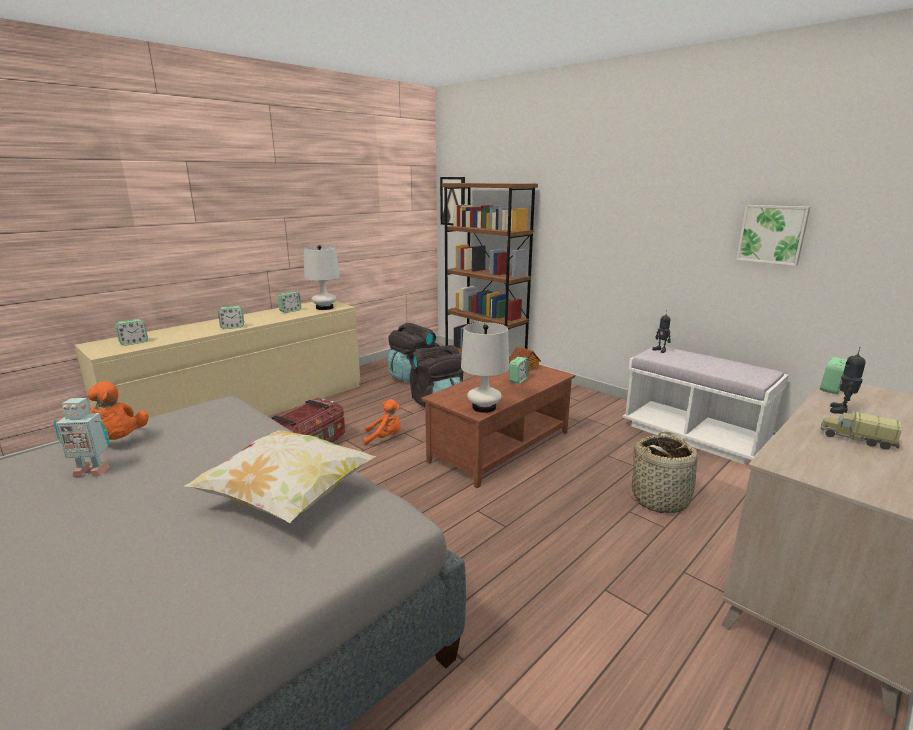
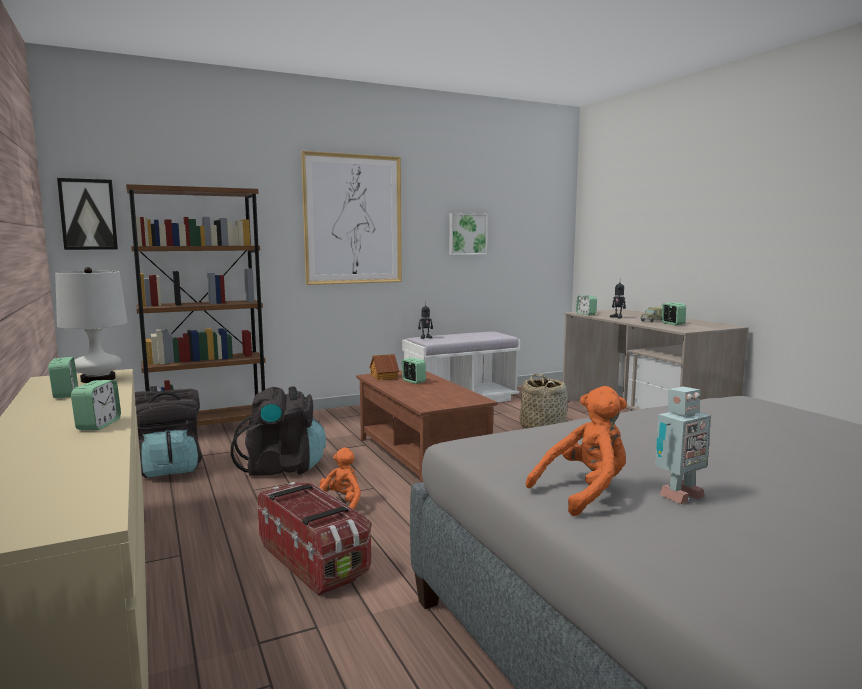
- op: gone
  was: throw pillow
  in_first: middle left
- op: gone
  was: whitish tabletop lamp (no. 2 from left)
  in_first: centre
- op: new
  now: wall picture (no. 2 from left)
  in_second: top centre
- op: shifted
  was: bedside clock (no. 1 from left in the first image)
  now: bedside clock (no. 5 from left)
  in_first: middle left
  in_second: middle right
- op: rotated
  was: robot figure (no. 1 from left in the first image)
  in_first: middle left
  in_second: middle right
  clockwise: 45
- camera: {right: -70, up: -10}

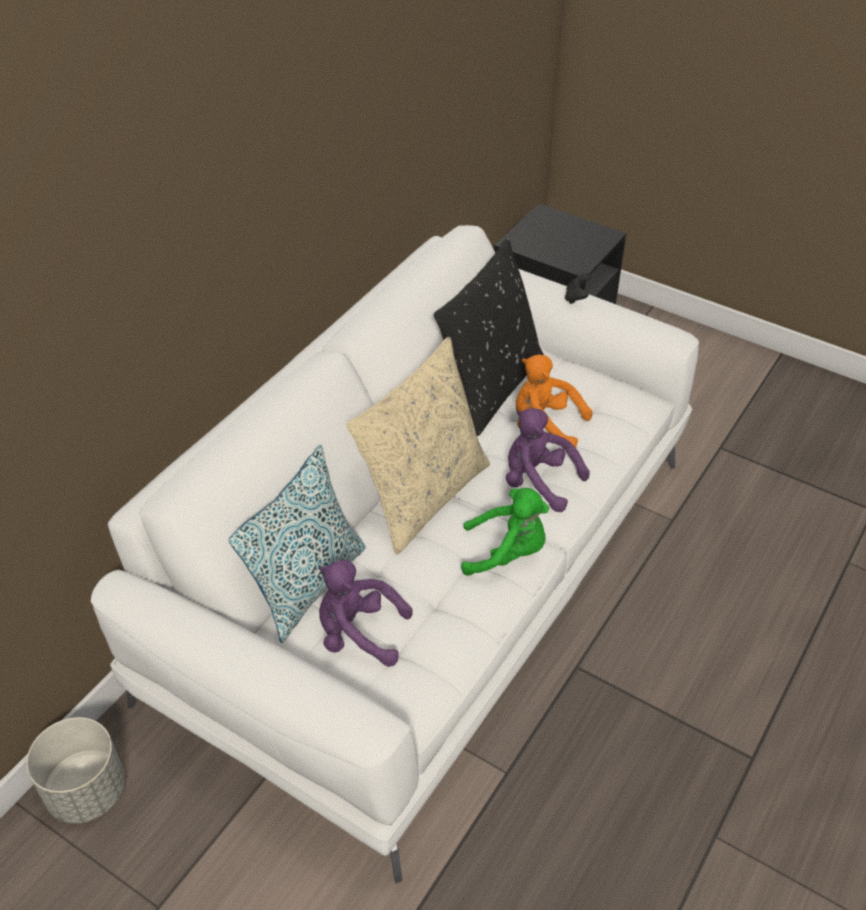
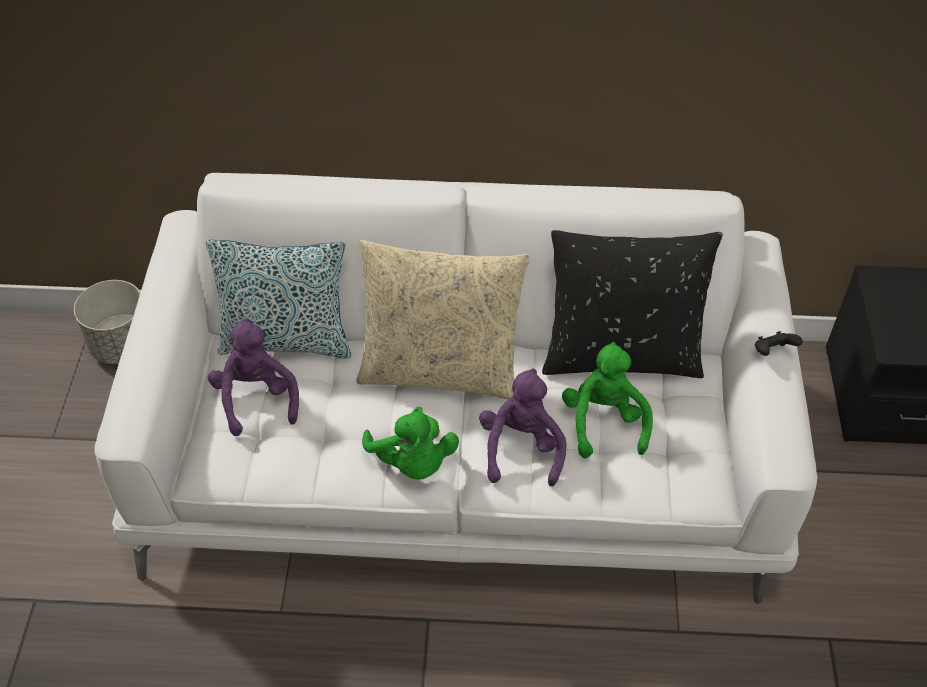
- op: repainted
  was: orange plush toy
  now: green-coloured plush toy (no. 2 from left)
  in_first: centre
  in_second: centre
- camera: {right: 60, up: 5}

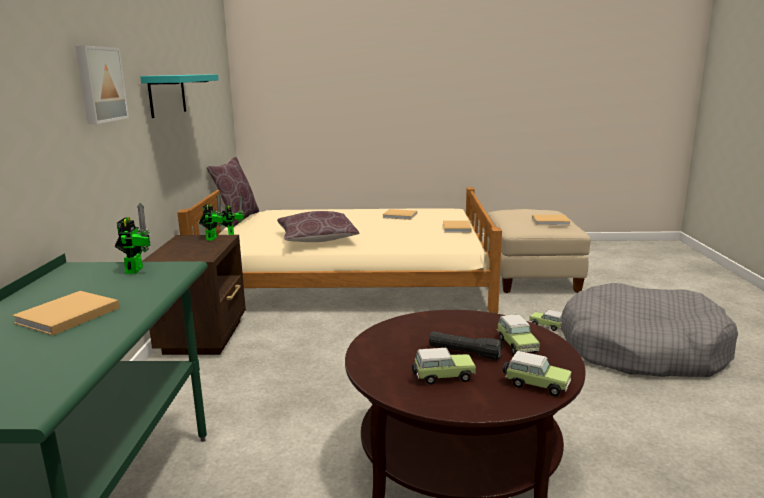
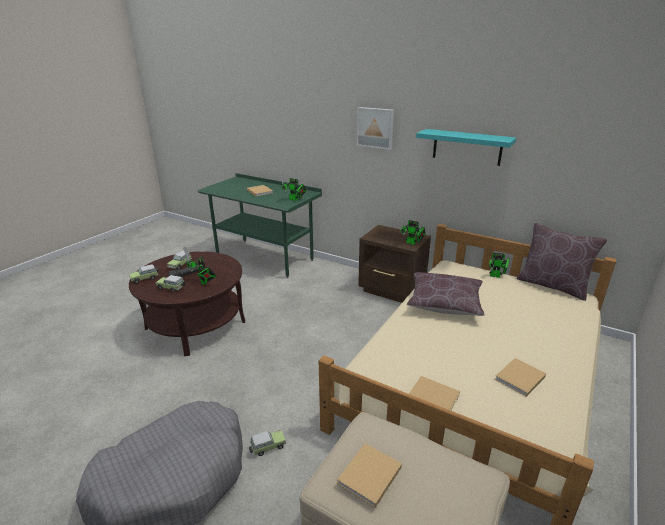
- op: new
  now: robot figure (no. 1 from left)
  in_second: middle left
- camera: {right: 120, up: 10}

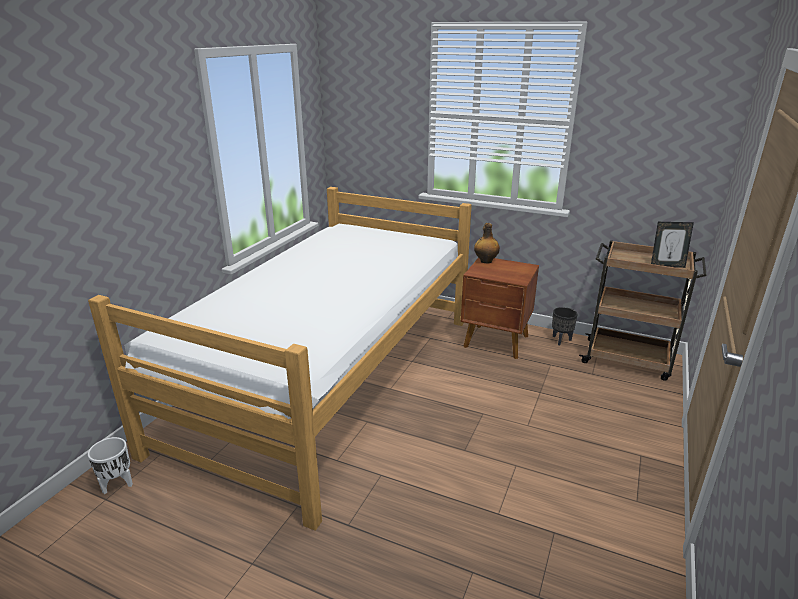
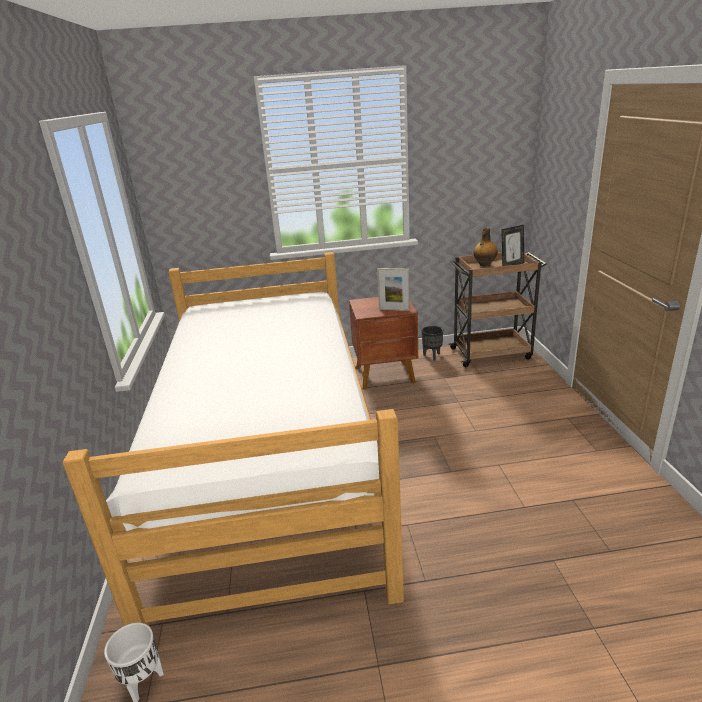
- op: new
  now: picture frame (no. 1 from left)
  in_second: centre
- op: shifted
  was: bottle
  in_first: centre
  in_second: middle right
- camera: {right: -30, up: 0}

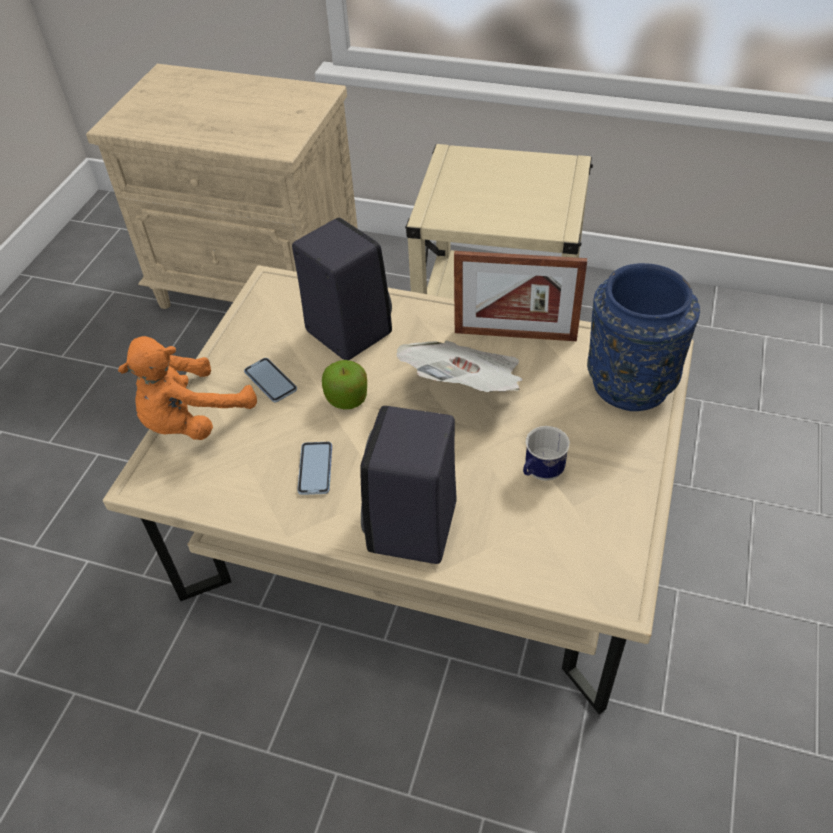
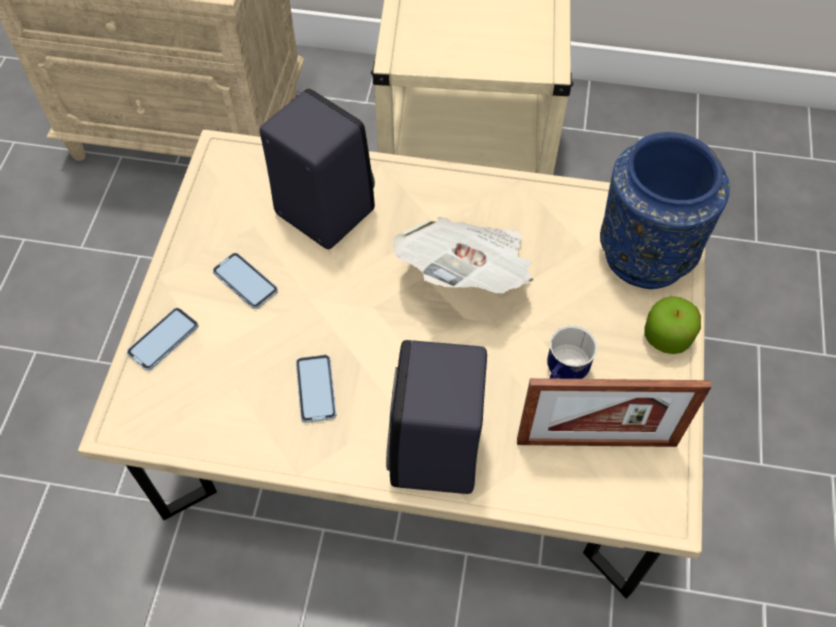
- op: shifted
  was: apple
  in_first: centre
  in_second: middle right
- op: shifted
  was: picture frame
  in_first: centre
  in_second: middle right
- op: swapped
  was: orange plush toy
  now: phone (no. 1 from left)
  in_first: middle left
  in_second: middle left
- camera: {right: -10, up: 10}

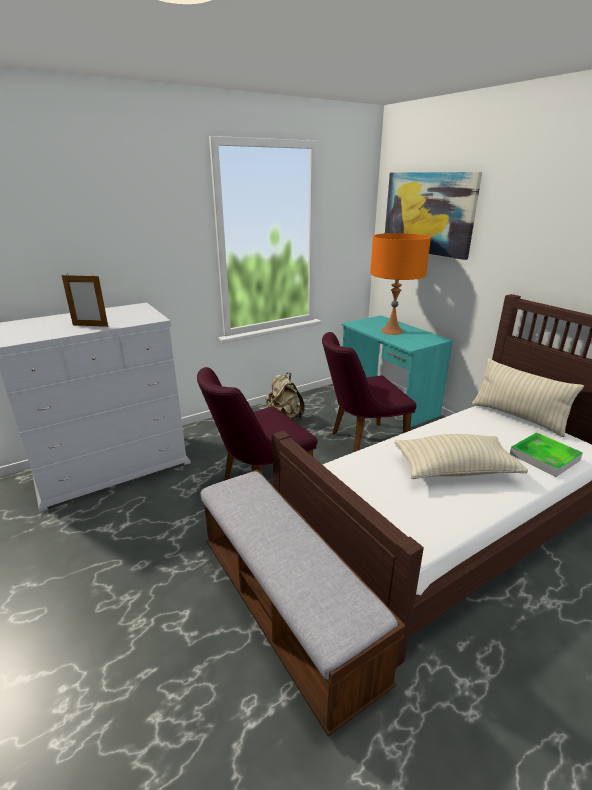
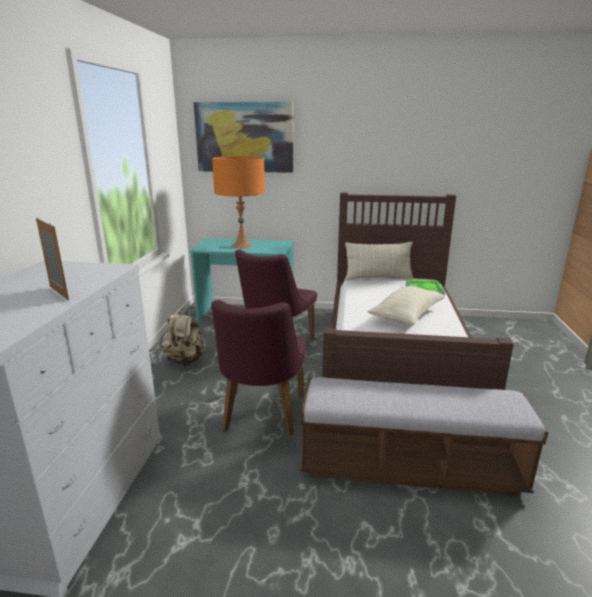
- op: rotated
  was: picture frame
  in_first: middle left
  in_second: middle left
  clockwise: -90
- camera: {right: -50, up: -5}

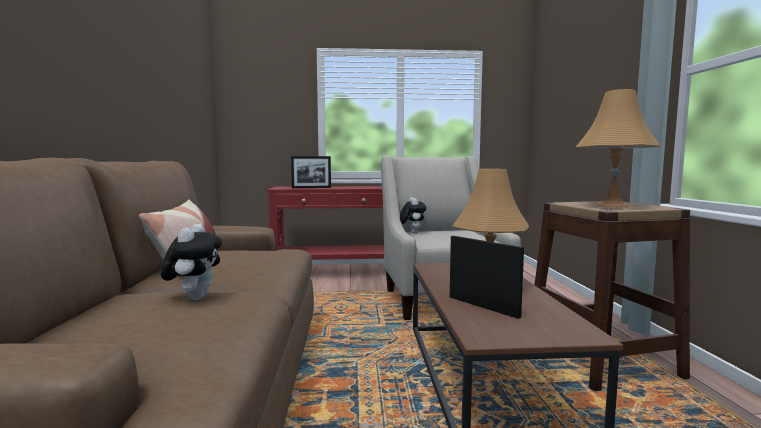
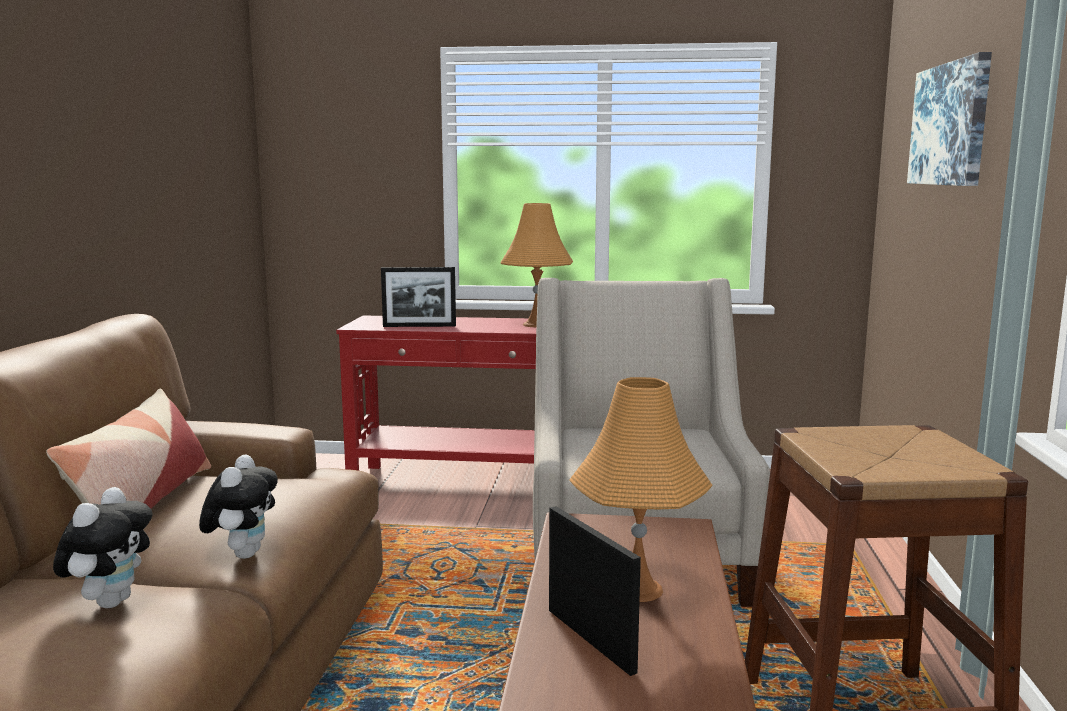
- op: new
  now: wall picture
  in_second: top right
- op: shifted
  was: plush toy (no. 2 from left)
  in_first: centre
  in_second: bottom left
- op: shifted
  was: orange tabletop lamp (no. 2 from left in the first image)
  now: orange tabletop lamp (no. 1 from left)
  in_first: middle right
  in_second: centre
- camera: {right: 10, up: 5}

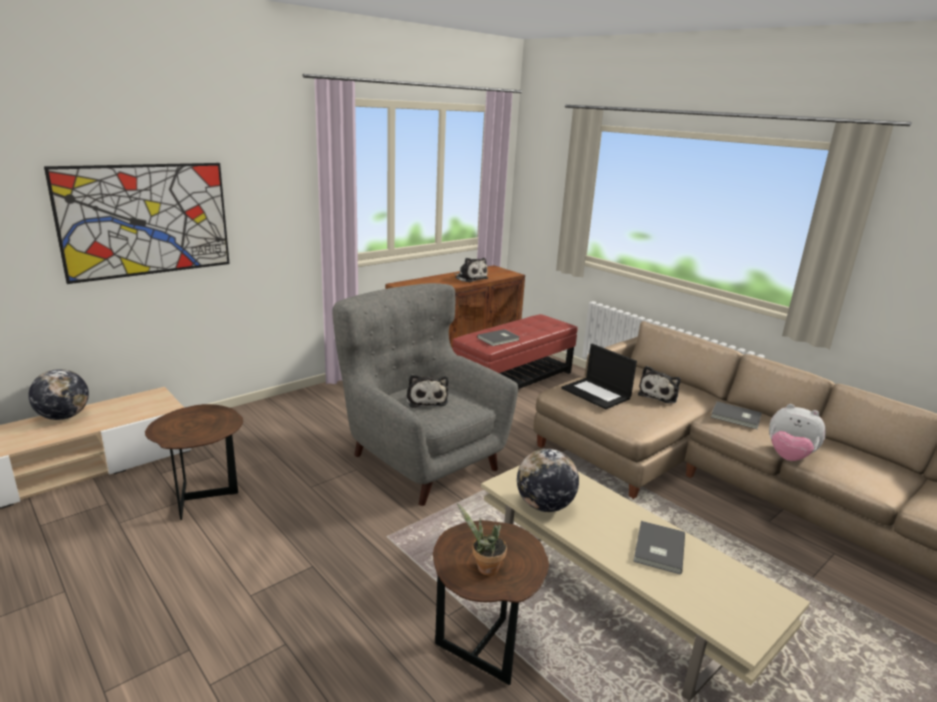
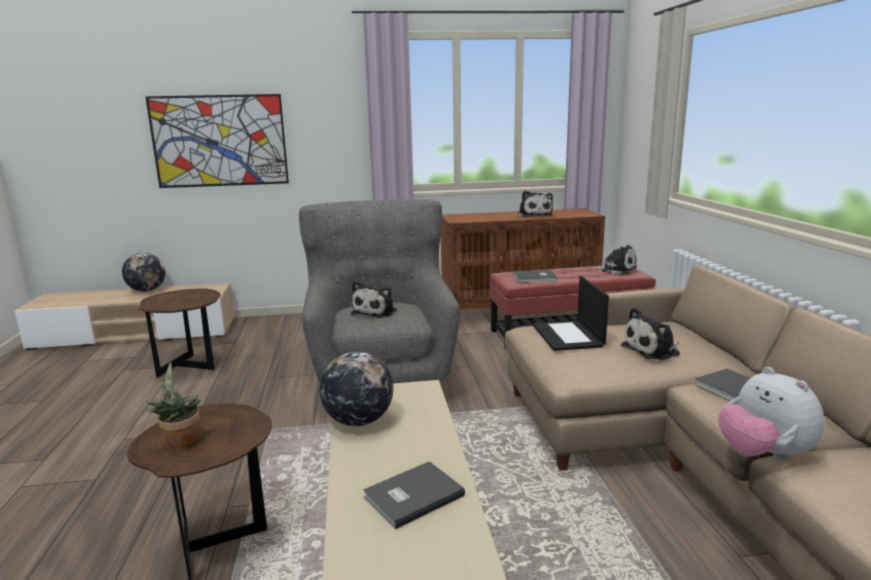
- op: new
  now: plush toy (no. 3 from left)
  in_second: middle right
- camera: {right: 35, up: -5}

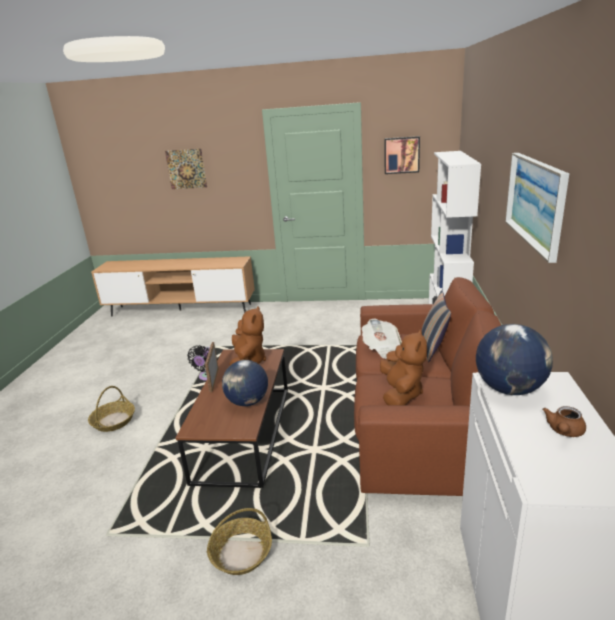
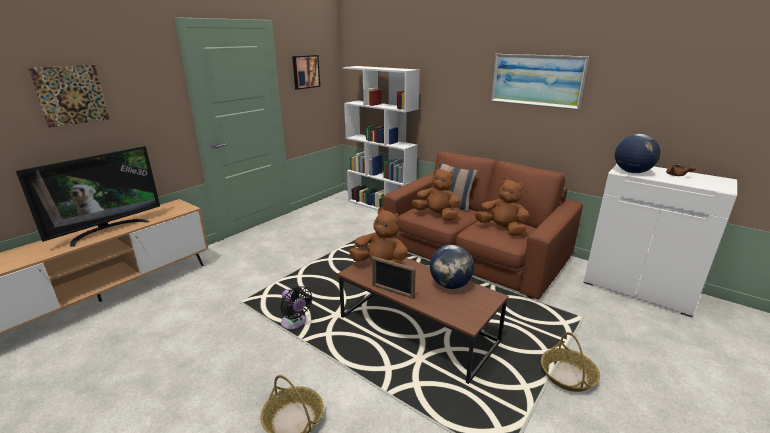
- op: new
  now: TV set
  in_second: middle left
- op: swapped
  was: newspaper
  now: brown plush toy (no. 2 from left)
  in_first: centre
  in_second: centre
- camera: {right: -60, up: 0}

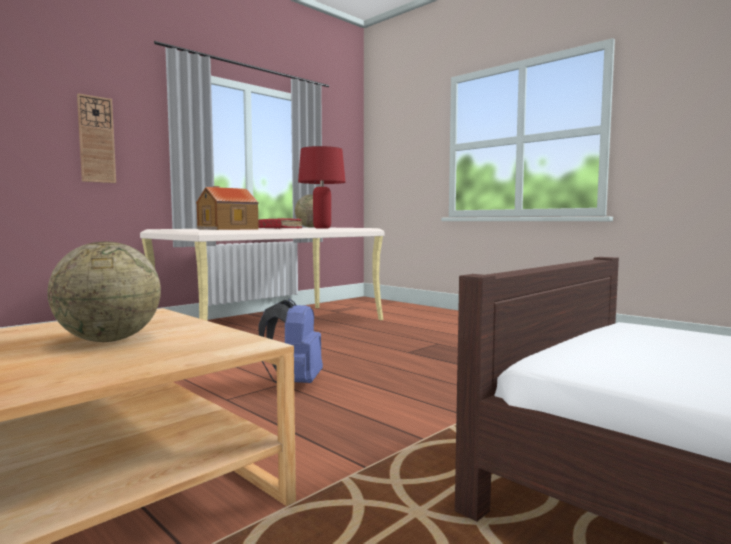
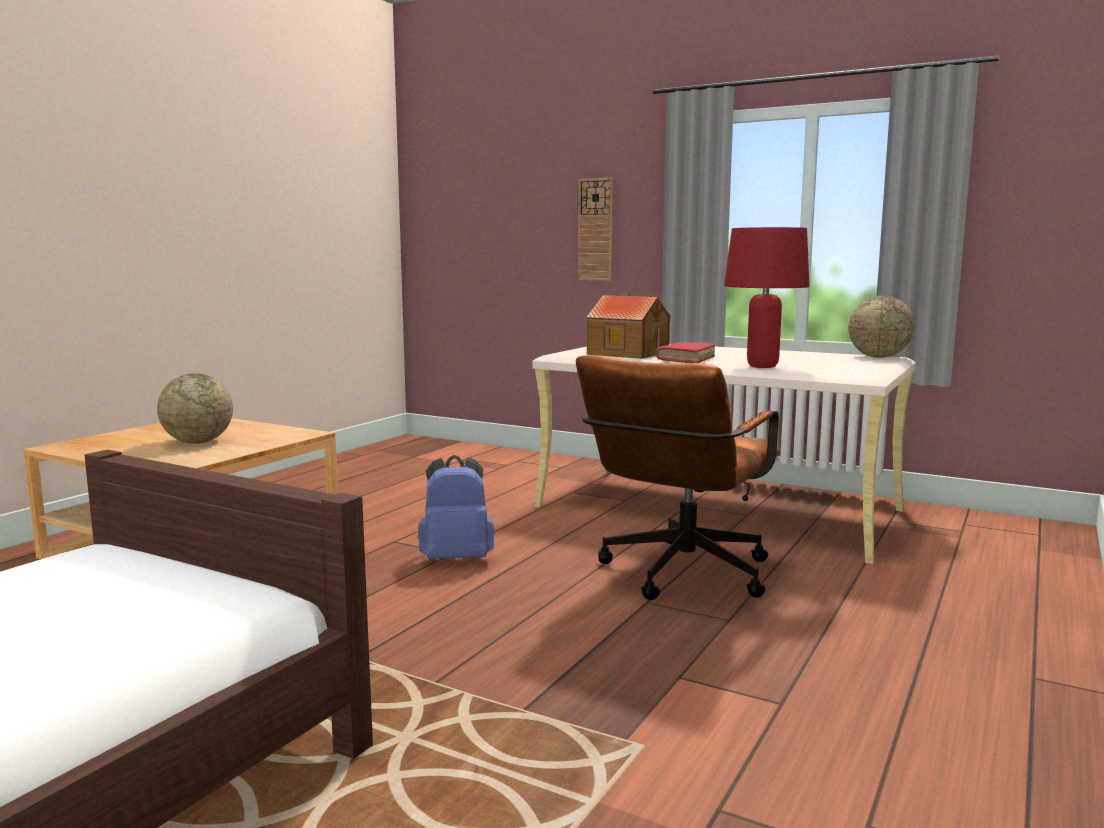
- op: new
  now: brown desk chair
  in_second: centre
- camera: {right: 75, up: 5}

